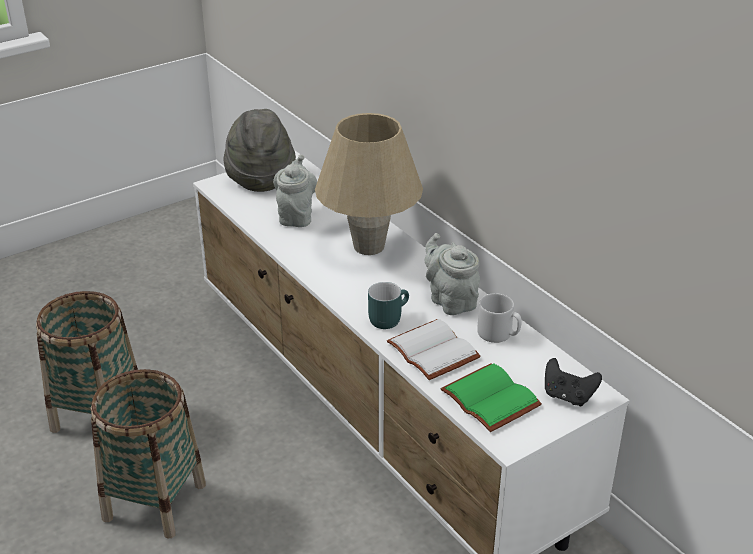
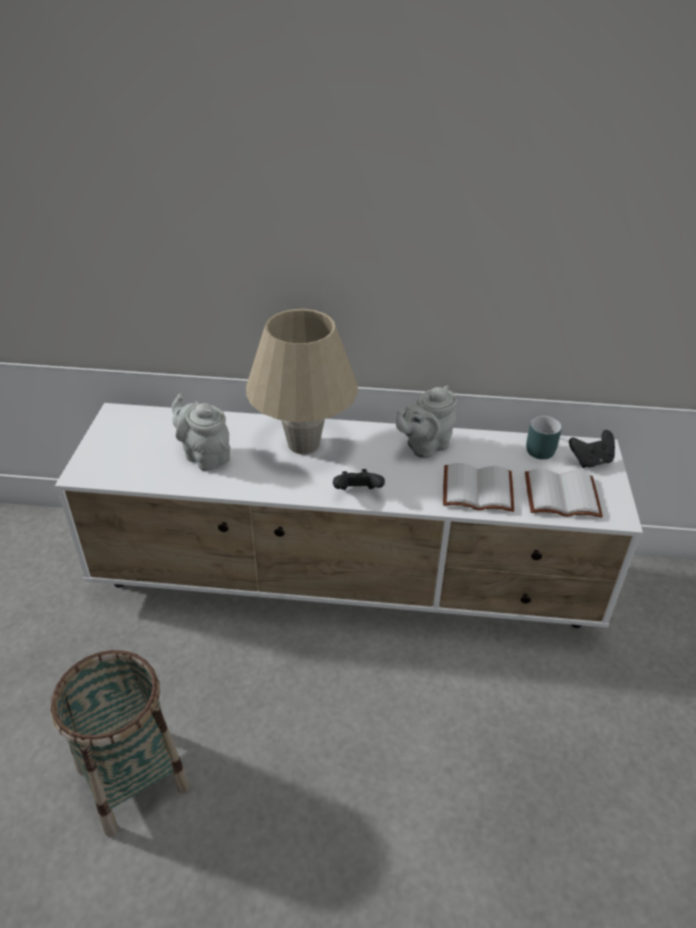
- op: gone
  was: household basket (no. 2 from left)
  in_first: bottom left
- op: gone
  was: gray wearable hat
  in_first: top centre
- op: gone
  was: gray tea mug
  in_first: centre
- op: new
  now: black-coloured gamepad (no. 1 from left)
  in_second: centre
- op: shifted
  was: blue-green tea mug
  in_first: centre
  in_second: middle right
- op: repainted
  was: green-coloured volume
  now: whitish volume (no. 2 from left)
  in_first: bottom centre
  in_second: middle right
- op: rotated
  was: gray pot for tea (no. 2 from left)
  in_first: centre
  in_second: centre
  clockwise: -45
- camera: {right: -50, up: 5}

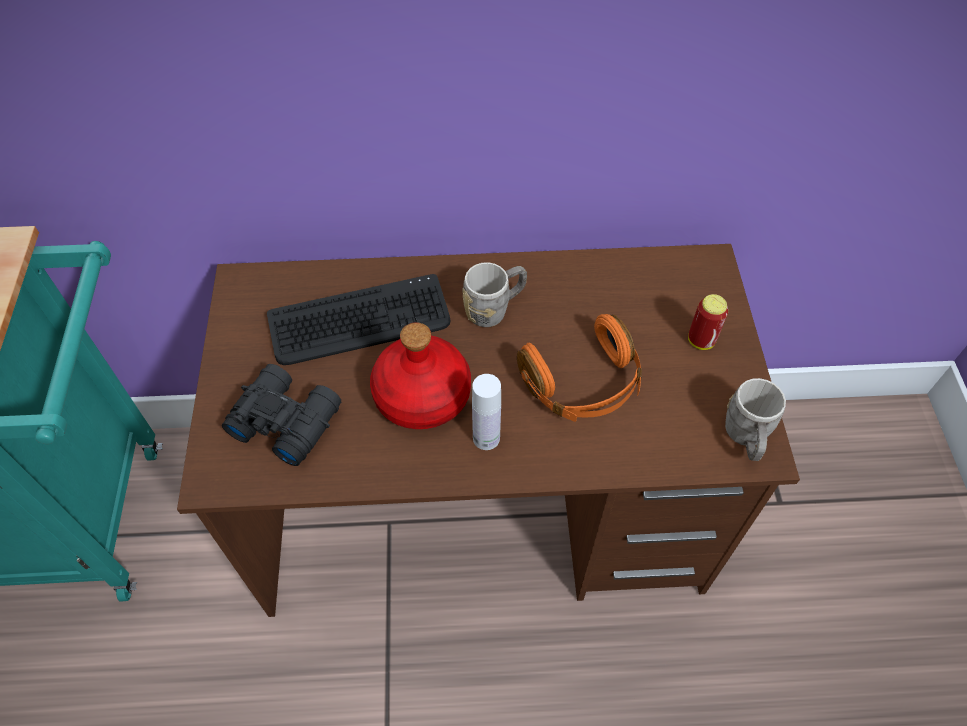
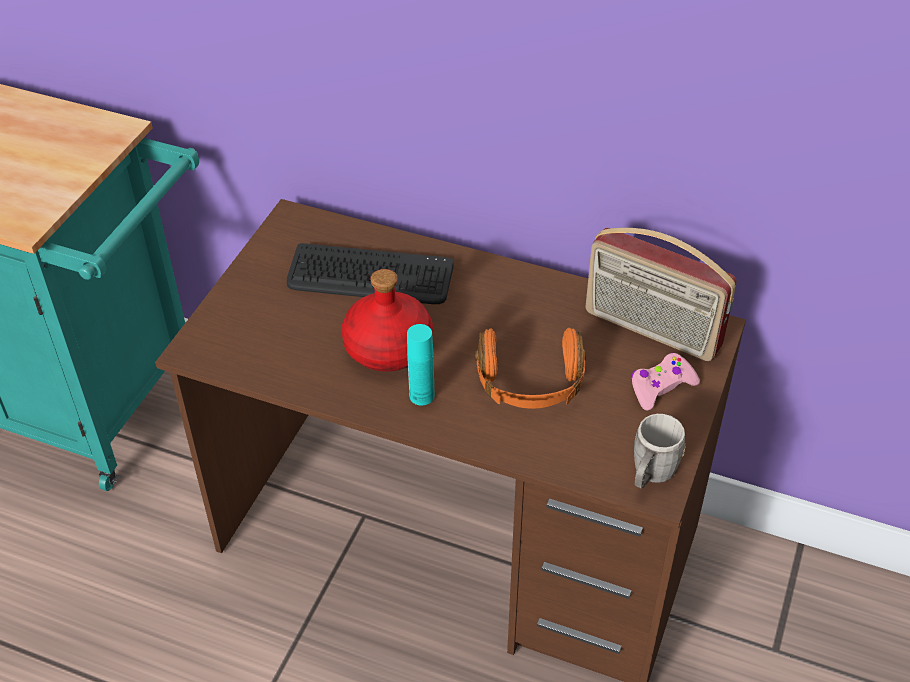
- op: gone
  was: black-coloured field glasses
  in_first: middle left
- op: gone
  was: gray tea mug (no. 1 from left)
  in_first: centre
- op: new
  now: radio set
  in_second: middle right
- op: swapped
  was: metal can
  now: pinkish gamepad
  in_first: middle right
  in_second: middle right
- op: repainted
  was: whitish bottle
  now: blue-green bottle
  in_first: centre
  in_second: centre
- camera: {right: 25, up: -10}

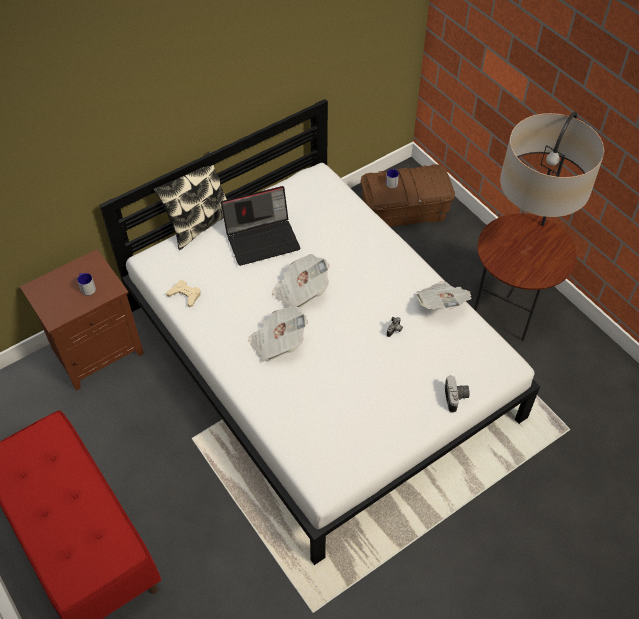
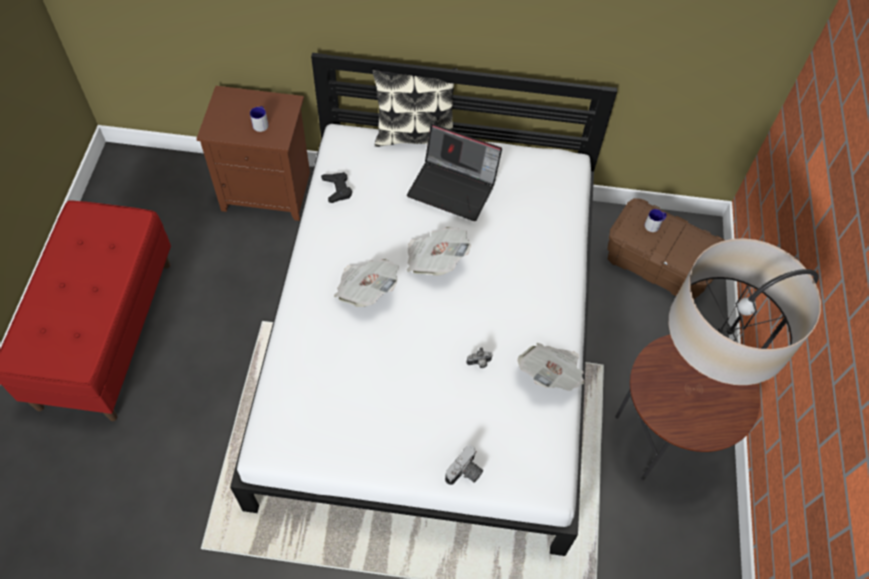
- op: repainted
  was: sand-coloured gamepad
  now: black-coloured gamepad
  in_first: middle left
  in_second: top centre
- camera: {right: 40, up: 5}

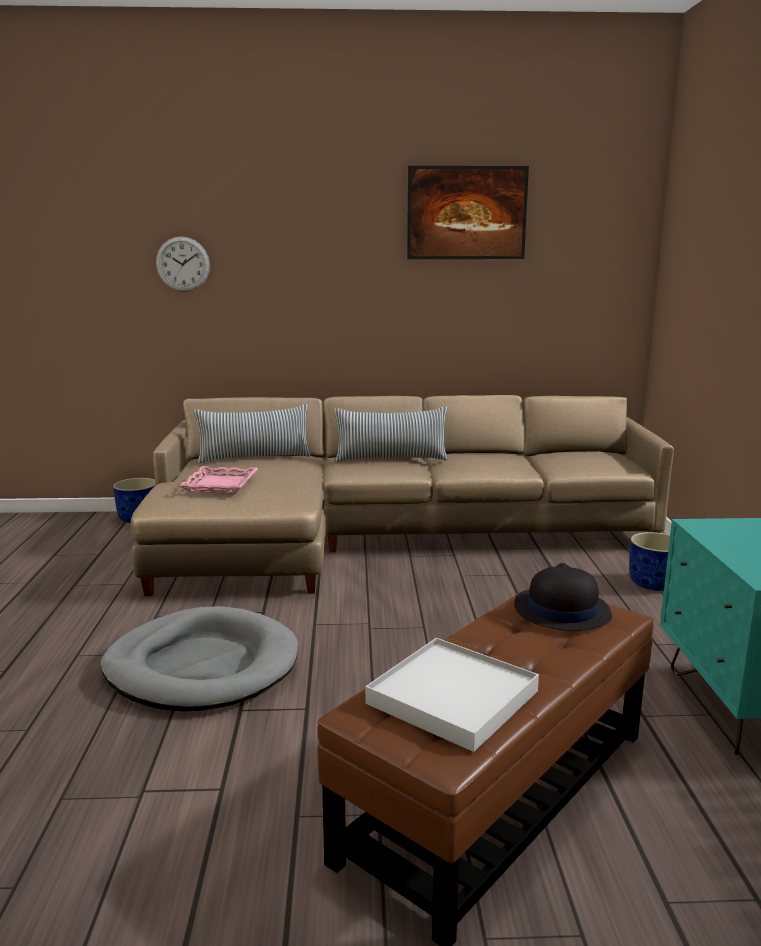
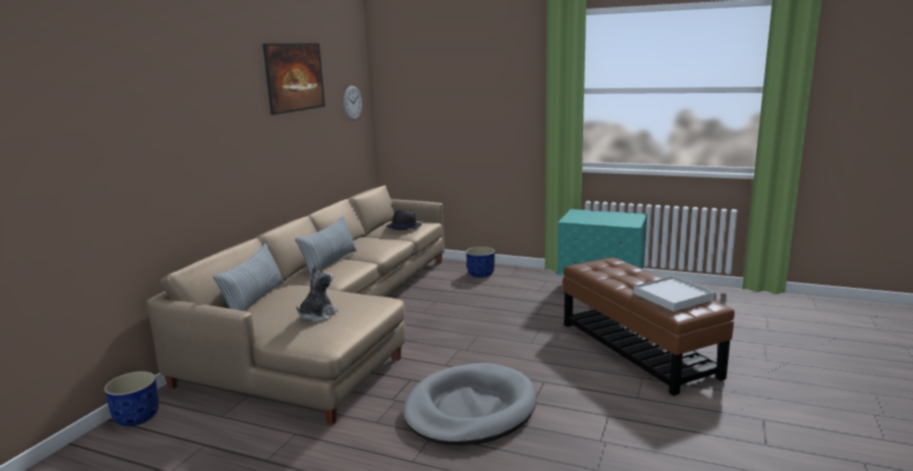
- op: shifted
  was: clock on the wall
  in_first: top left
  in_second: top centre
- op: shifted
  was: black-coloured wearable hat
  in_first: middle right
  in_second: centre
- op: swapped
  was: pinkish tray
  now: plush toy
  in_first: middle left
  in_second: centre
- camera: {right: -65, up: 0}

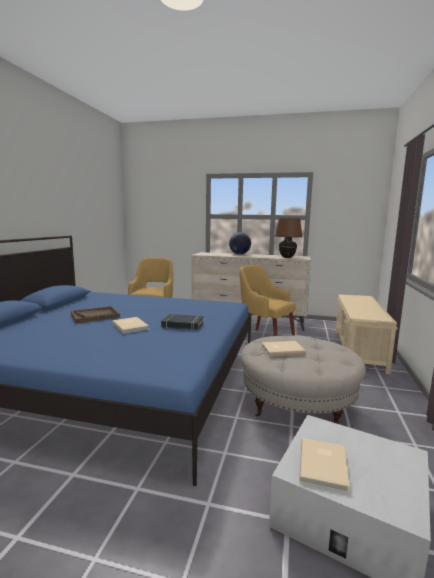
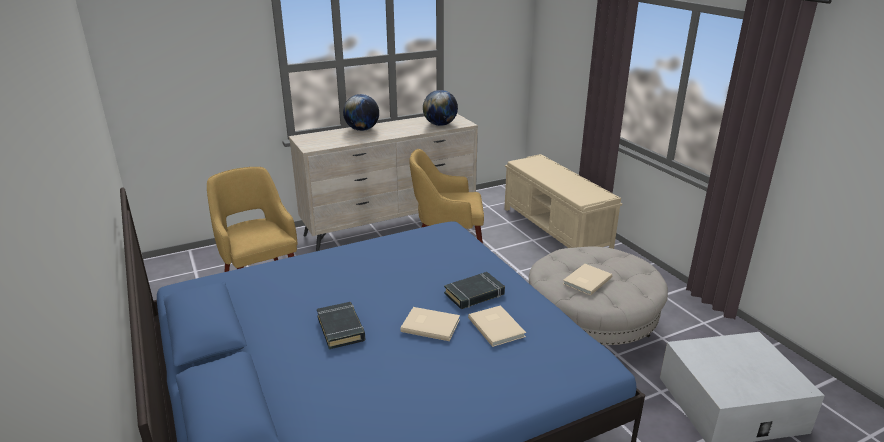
- op: shifted
  was: sand-coloured volume (no. 3 from left in the first image)
  now: sand-coloured volume (no. 2 from left)
  in_first: bottom right
  in_second: bottom centre
- op: swapped
  was: brown tray
  now: black-coloured volume (no. 1 from left)
  in_first: middle left
  in_second: bottom centre
- op: swapped
  was: brown tabletop lamp
  now: world globe (no. 2 from left)
  in_first: centre
  in_second: top centre
- camera: {right: -40, up: 15}

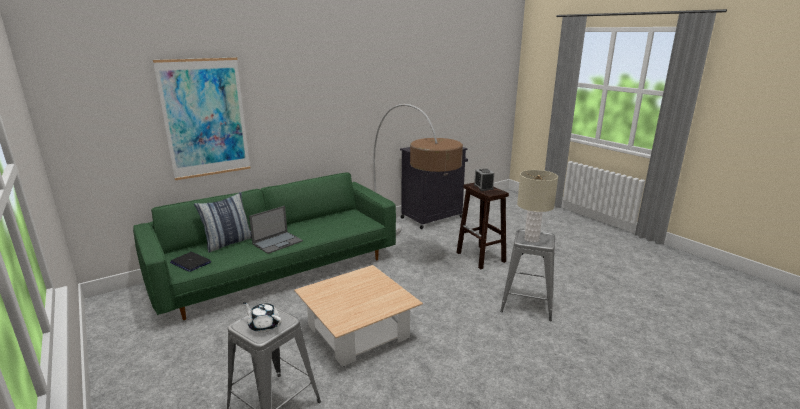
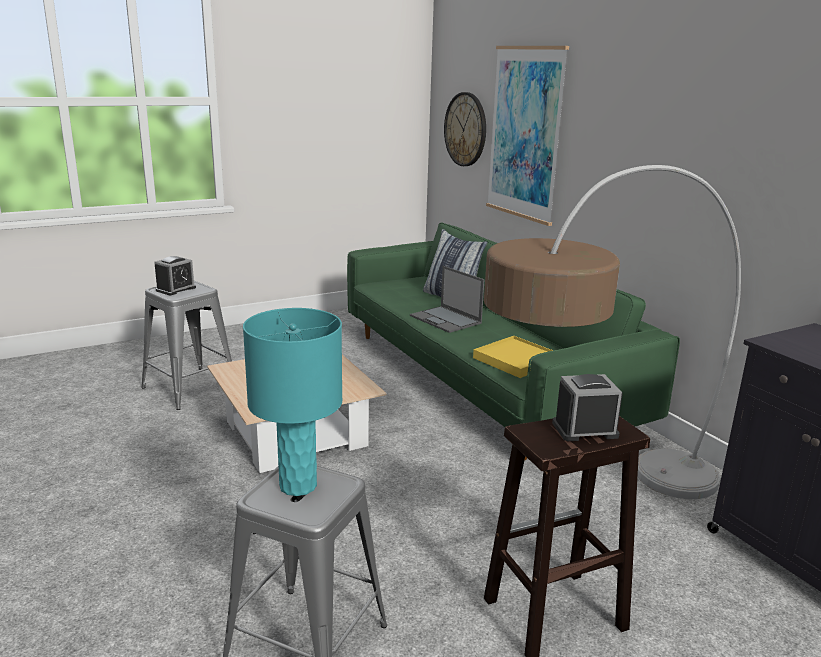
- op: gone
  was: portable computer (no. 1 from left)
  in_first: middle left
- op: new
  now: clock on the wall
  in_second: top centre
- op: new
  now: yellow-coloured tray
  in_second: centre
- op: swapped
  was: whitish pot for tea
  now: bedside clock (no. 1 from left)
  in_first: bottom left
  in_second: middle left
- op: repainted
  was: sand-coloured tabletop lamp
  now: blue-green tabletop lamp
  in_first: middle right
  in_second: centre
- camera: {right: 95, up: 0}

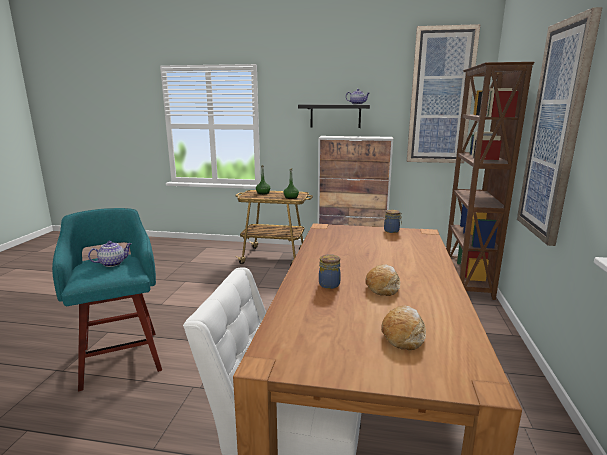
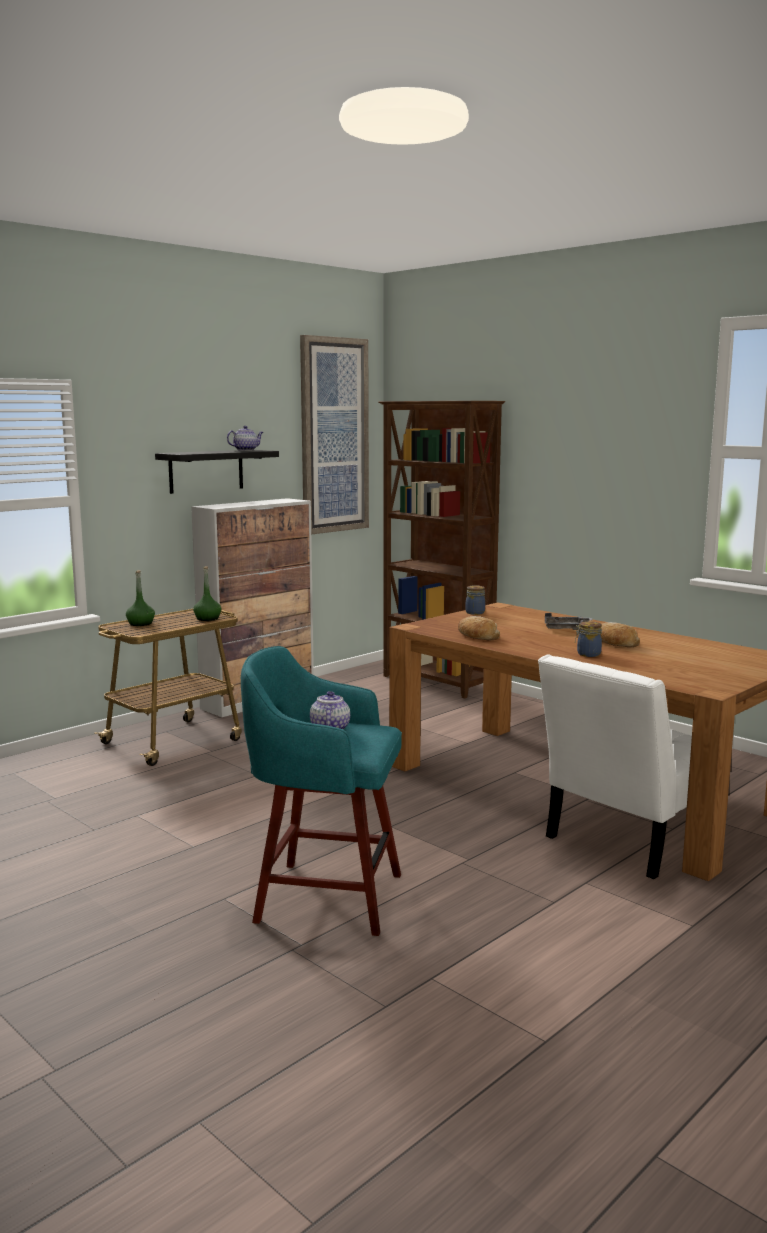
- op: gone
  was: wall picture (no. 2 from left)
  in_first: top right
- op: new
  now: gray tray
  in_second: middle right
- op: shifted
  was: bread (no. 2 from left in the first image)
  now: bread (no. 1 from left)
  in_first: bottom centre
  in_second: centre
- camera: {right: -55, up: -5}

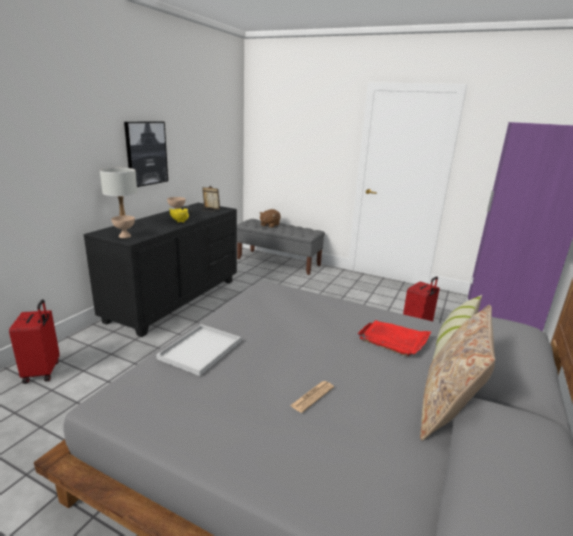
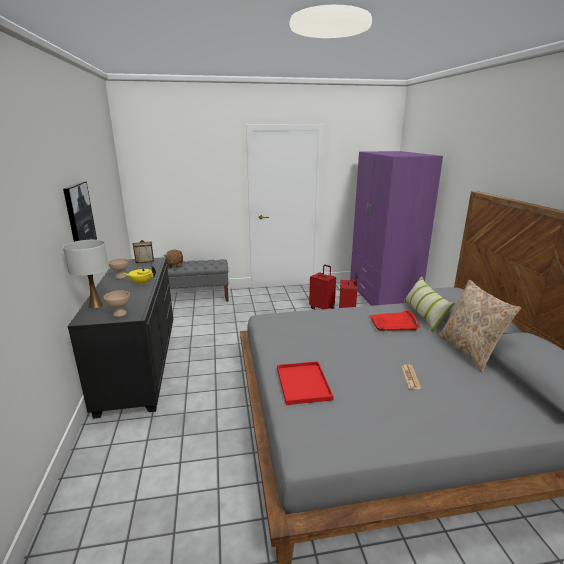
- op: shifted
  was: reddish travel case (no. 1 from left)
  in_first: middle left
  in_second: centre
- op: repainted
  was: whitish tray
  now: reddish tray (no. 1 from left)
  in_first: centre
  in_second: bottom centre
- camera: {right: -35, up: 0}

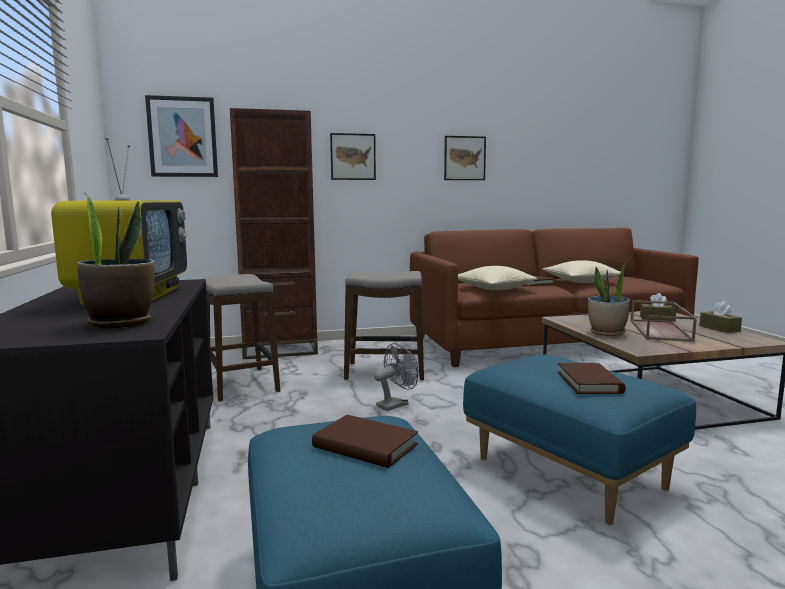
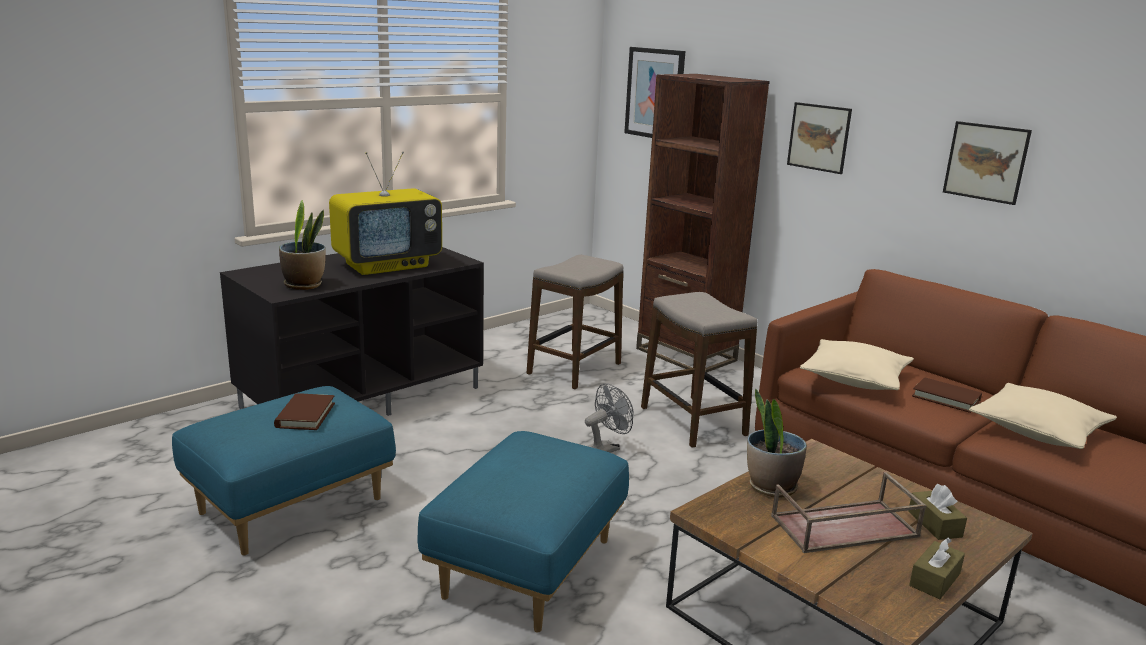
- op: gone
  was: brown volume (no. 3 from left)
  in_first: middle right
- op: rotated
  was: gray fan
  in_first: centre
  in_second: centre
  clockwise: -60
- camera: {right: 60, up: 10}

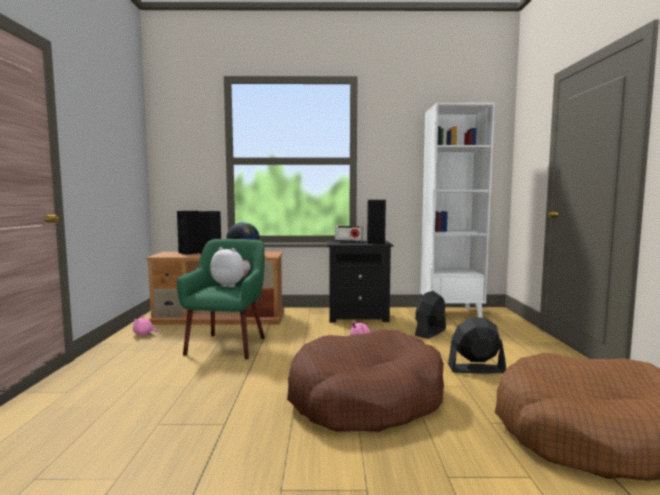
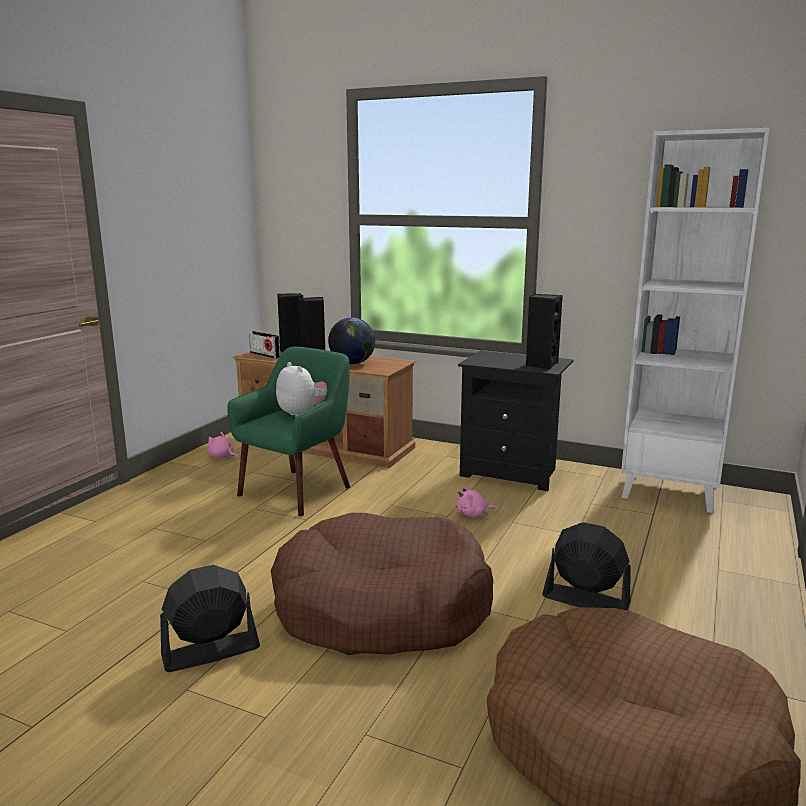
- op: shifted
  was: radio set
  in_first: centre
  in_second: middle left
- op: shifted
  was: black-coloured fan (no. 1 from left)
  in_first: centre
  in_second: bottom left
- camera: {right: 25, up: 10}

